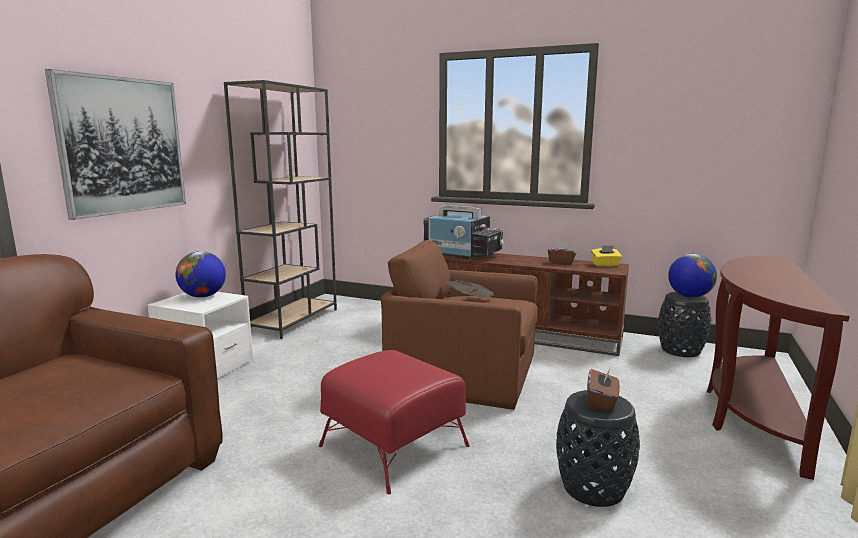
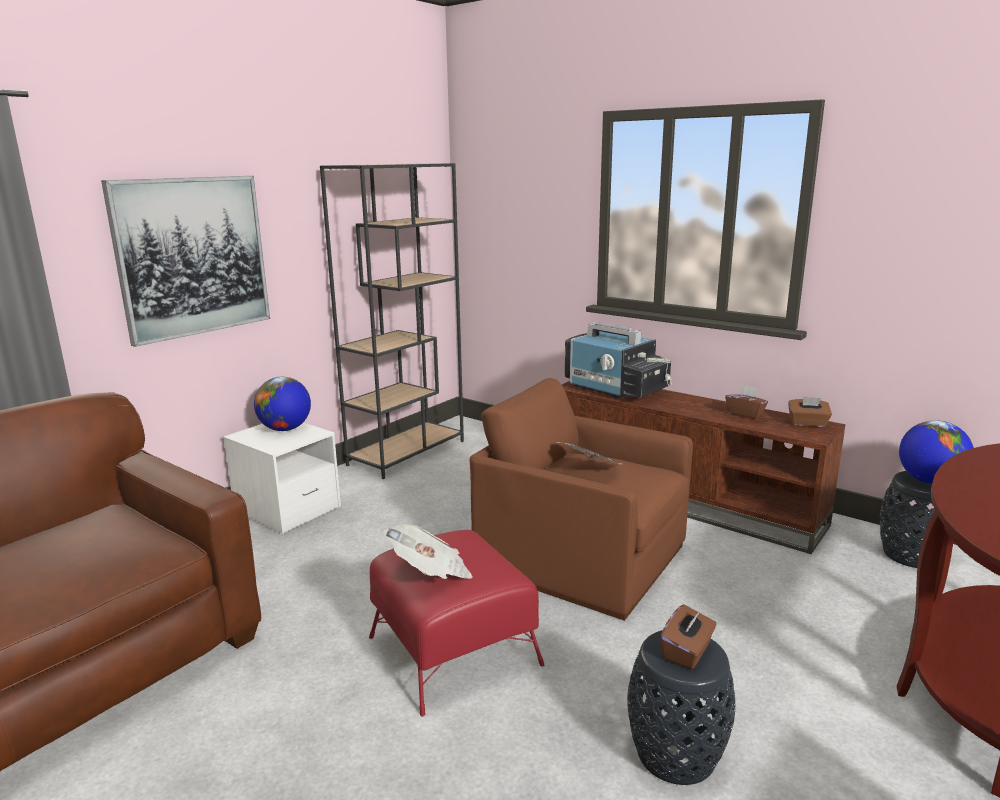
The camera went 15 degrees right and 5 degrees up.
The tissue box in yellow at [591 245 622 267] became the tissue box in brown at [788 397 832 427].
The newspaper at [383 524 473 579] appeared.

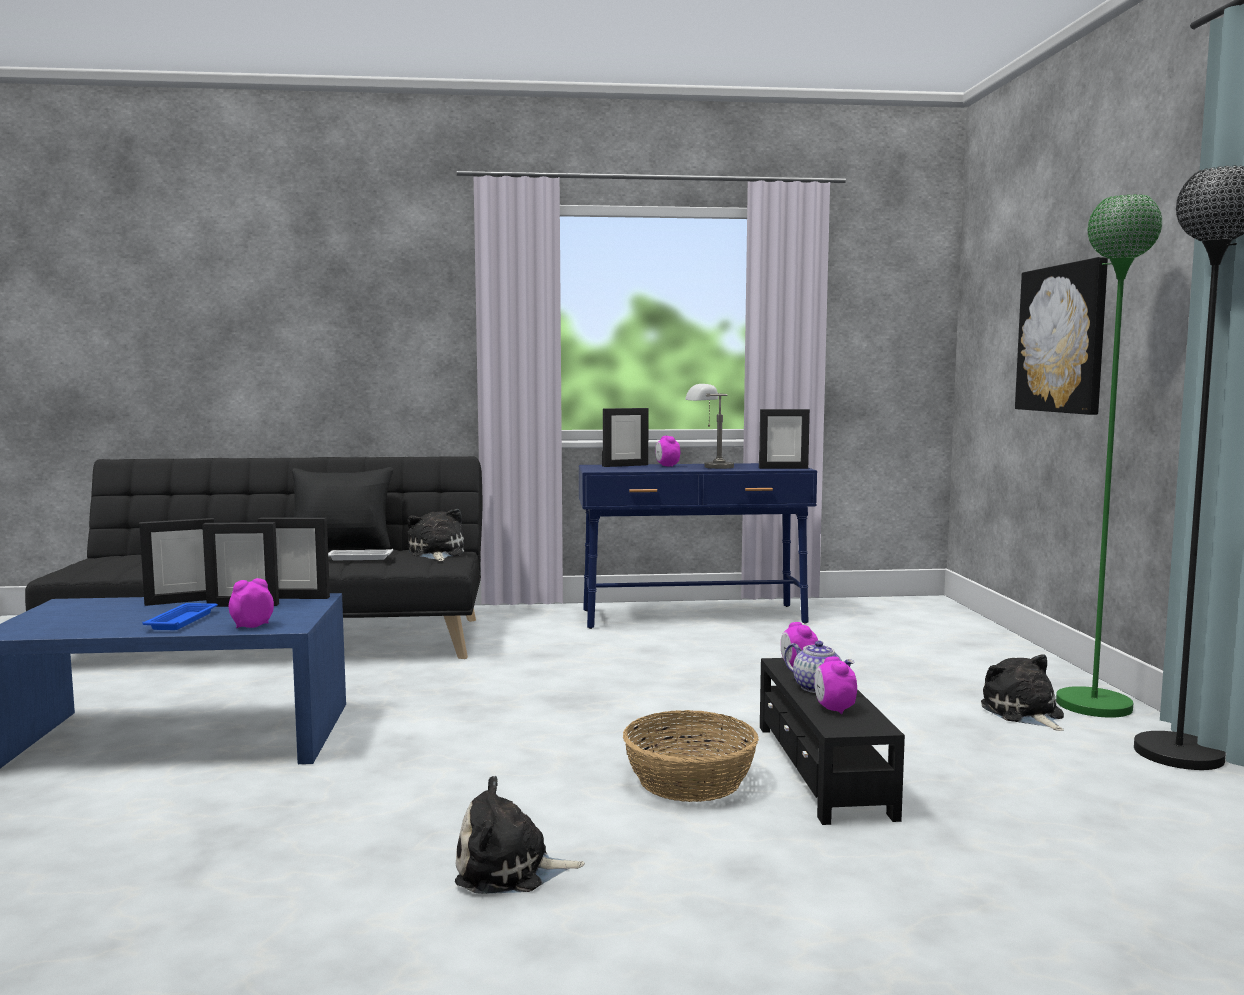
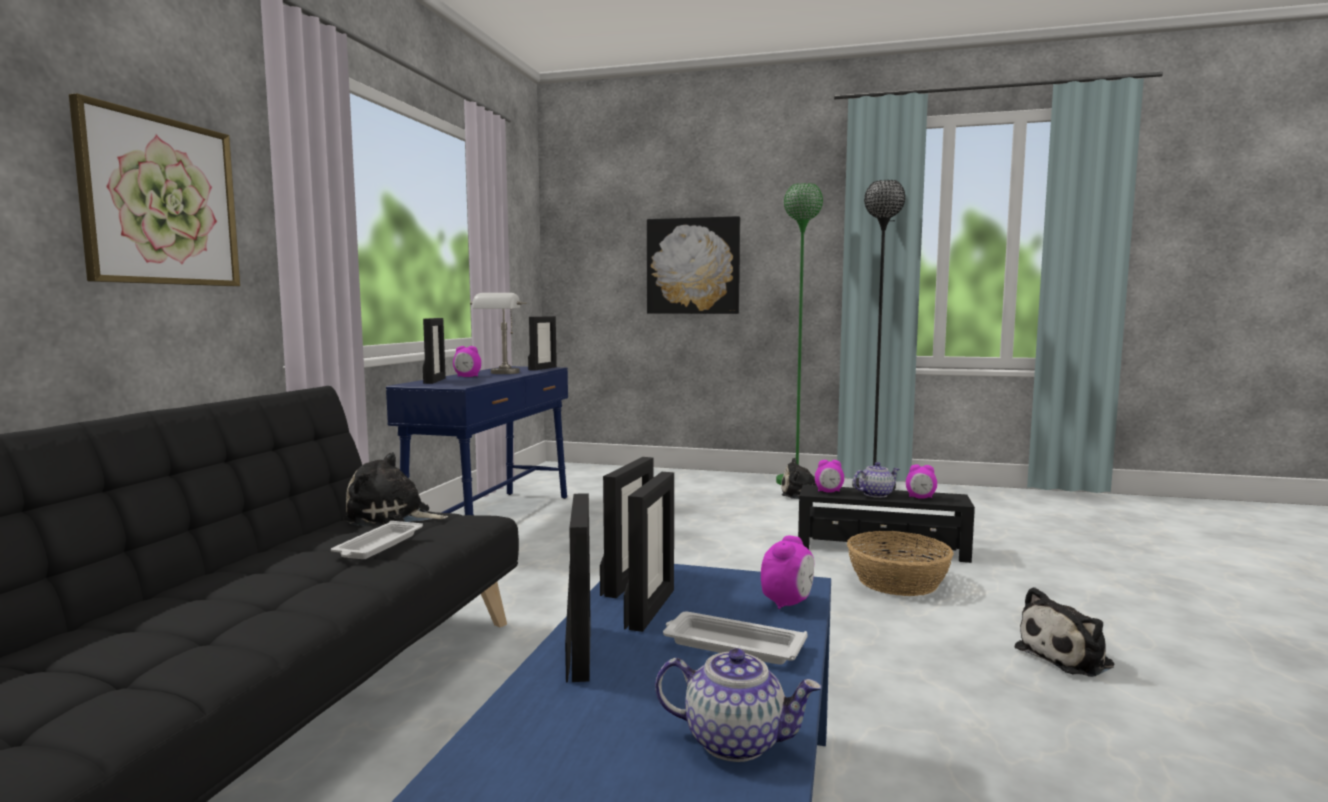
The camera went 70 degrees left and 0 degrees up.
The tray in blue at [142 603 218 630] became the tray in white at [663 612 808 665].
The alarm clock at [229 578 274 628] turned 135 degrees counterclockwise.
The pillow in black at [292 467 393 550] disappeared.
The plush toy at [455 776 585 894] turned 45 degrees clockwise.
The picture at [69 93 240 286] appeared.
The teapot at [655 648 822 762] appeared.

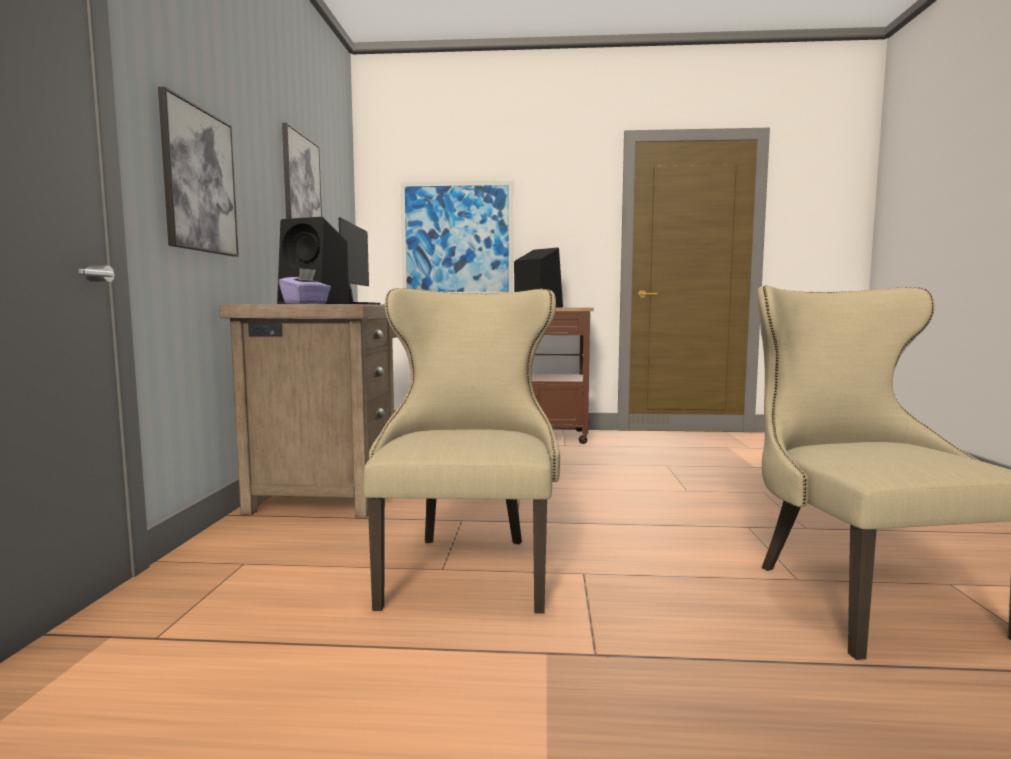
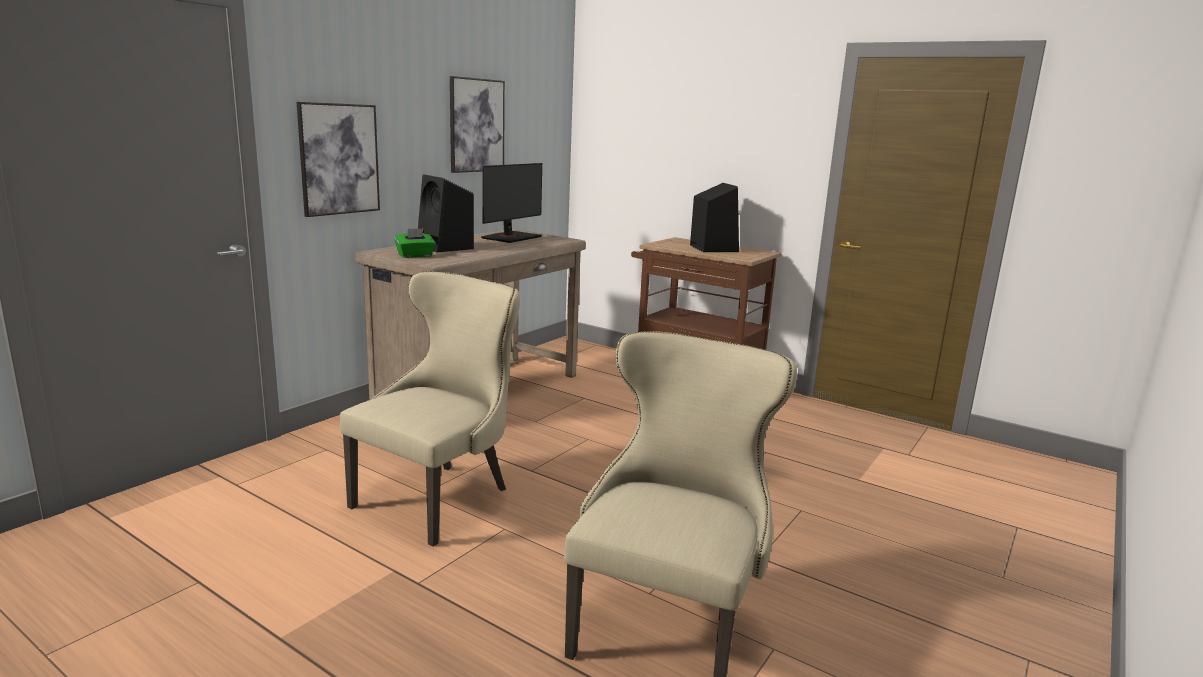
The camera went 30 degrees right and 10 degrees up.
The tissue box in purple at [279 268 331 304] became the tissue box in green at [394 228 435 258].
The picture at [400 181 513 294] disappeared.

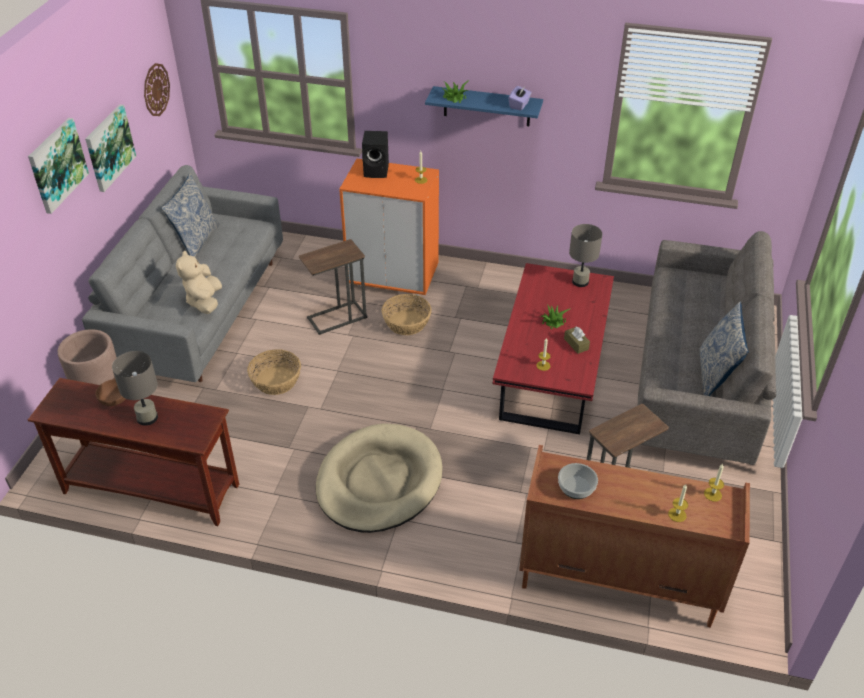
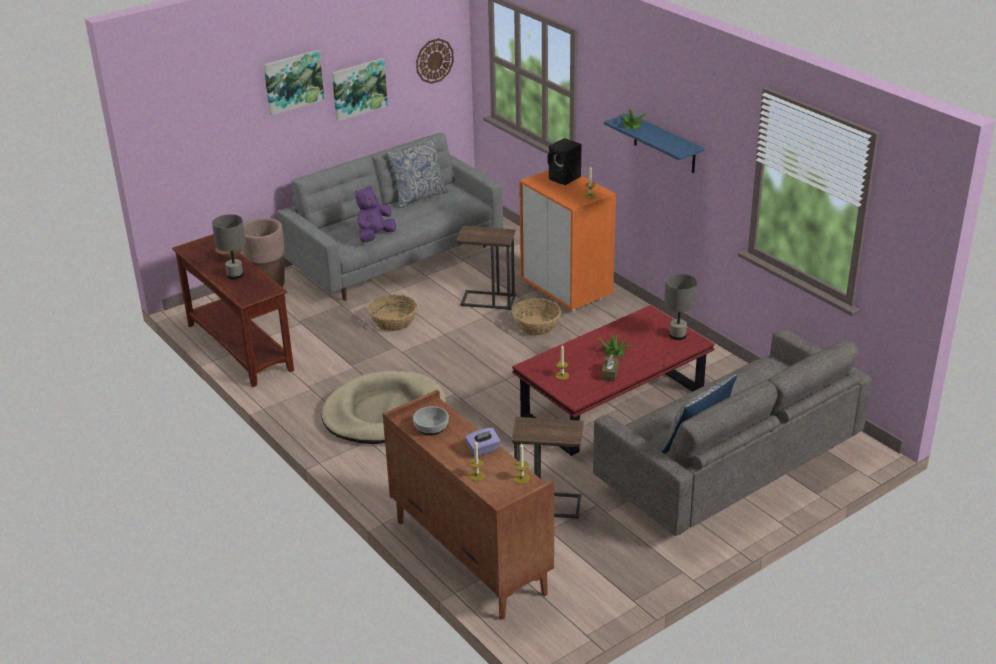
The camera went 40 degrees right and 10 degrees down.
The plush toy in beige at [176 251 222 314] became the plush toy in purple at [354 186 396 242].
The tissue box in purple moved from [509 85 532 110] to [465 428 500 456].

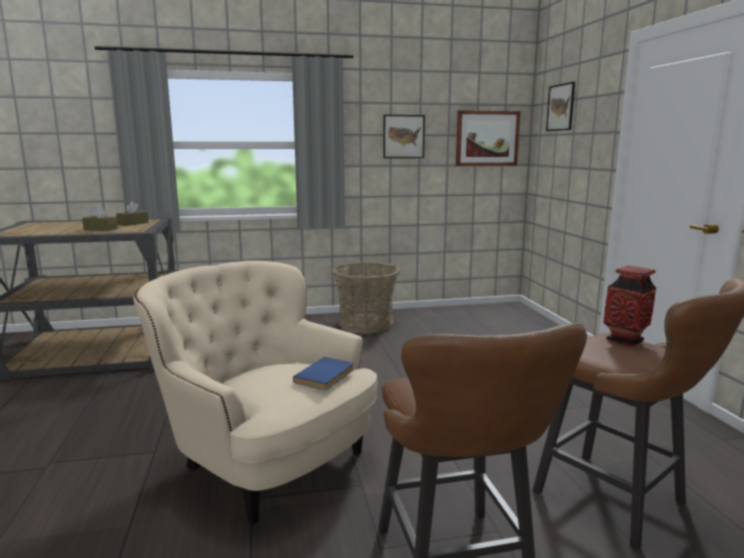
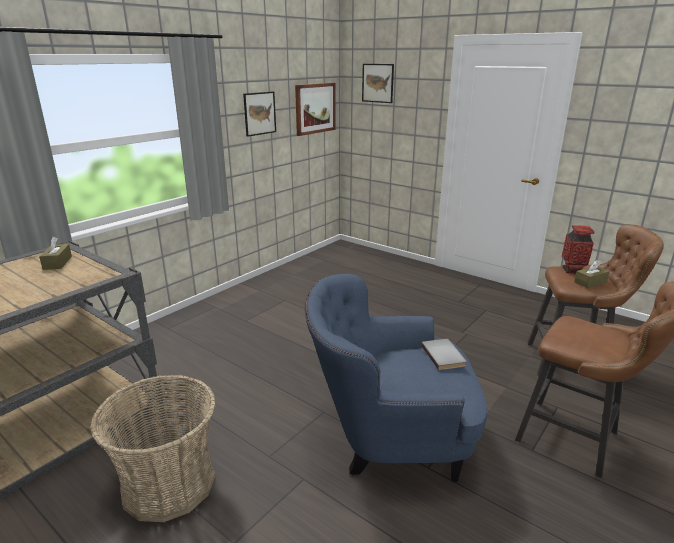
The camera went 40 degrees left and 10 degrees up.
The tissue box in brown moved from [82 205 118 231] to [574 260 610 288].
The armchair in beige at [133 261 377 524] became the armchair in blue at [305 274 487 482].
The book in blue at [293 357 354 390] became the book in grey at [421 339 466 370].
The basket moved from [332 262 400 334] to [90 375 216 522].

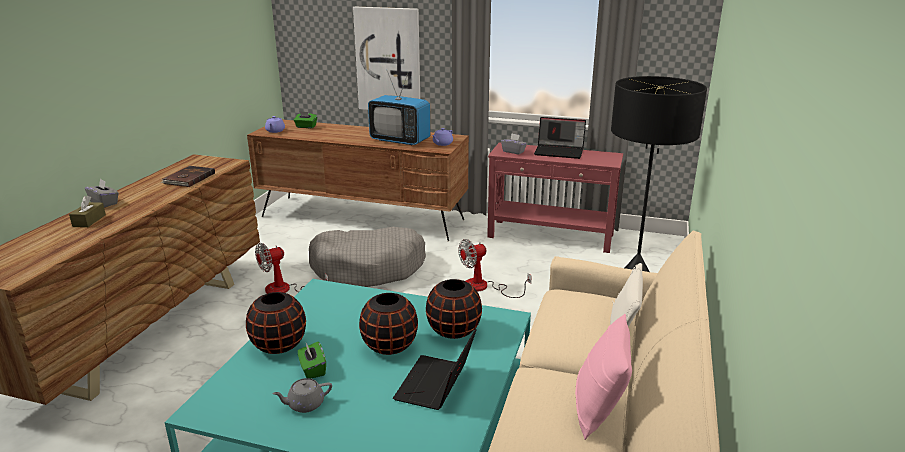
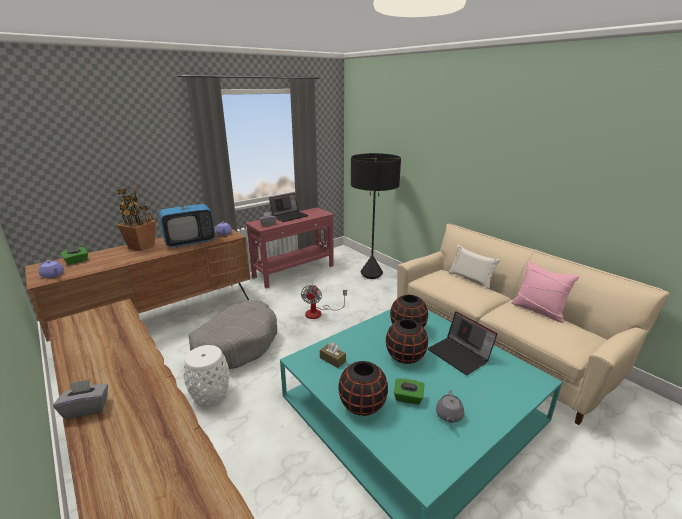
The camera went 55 degrees left and 0 degrees up.
The tissue box in brown moved from [69 196 106 227] to [320 342 346 368].
The book in brown at [161 166 215 187] disappeared.
The fan at [255 243 328 294] was replaced by the stool in white at [184 345 229 407].
The picture at [353 7 420 110] disappeared.
The potted plant at [117 186 156 251] appeared.

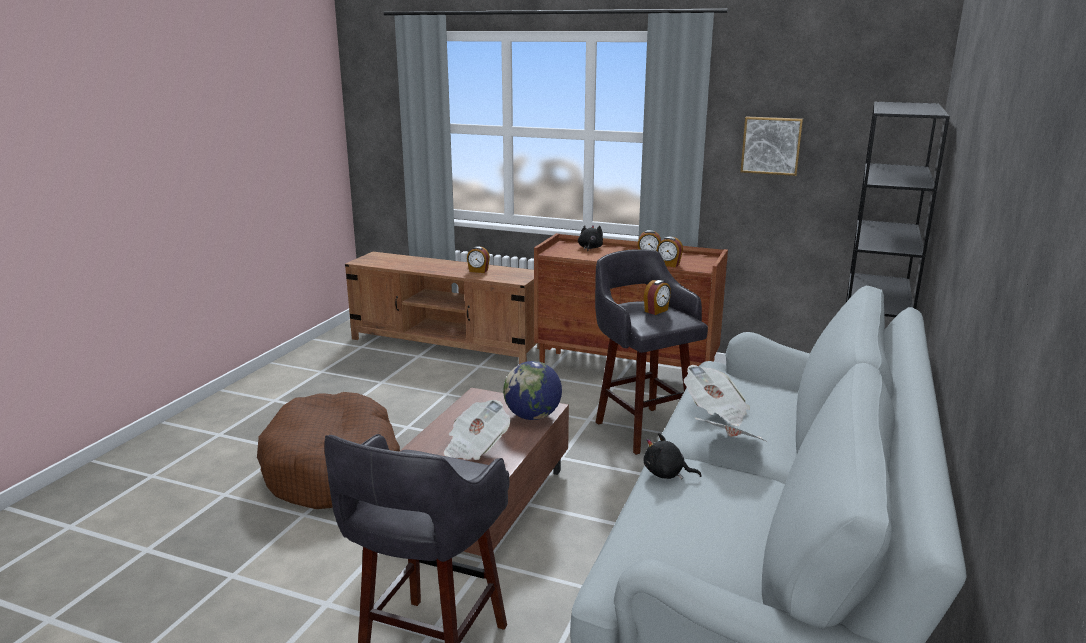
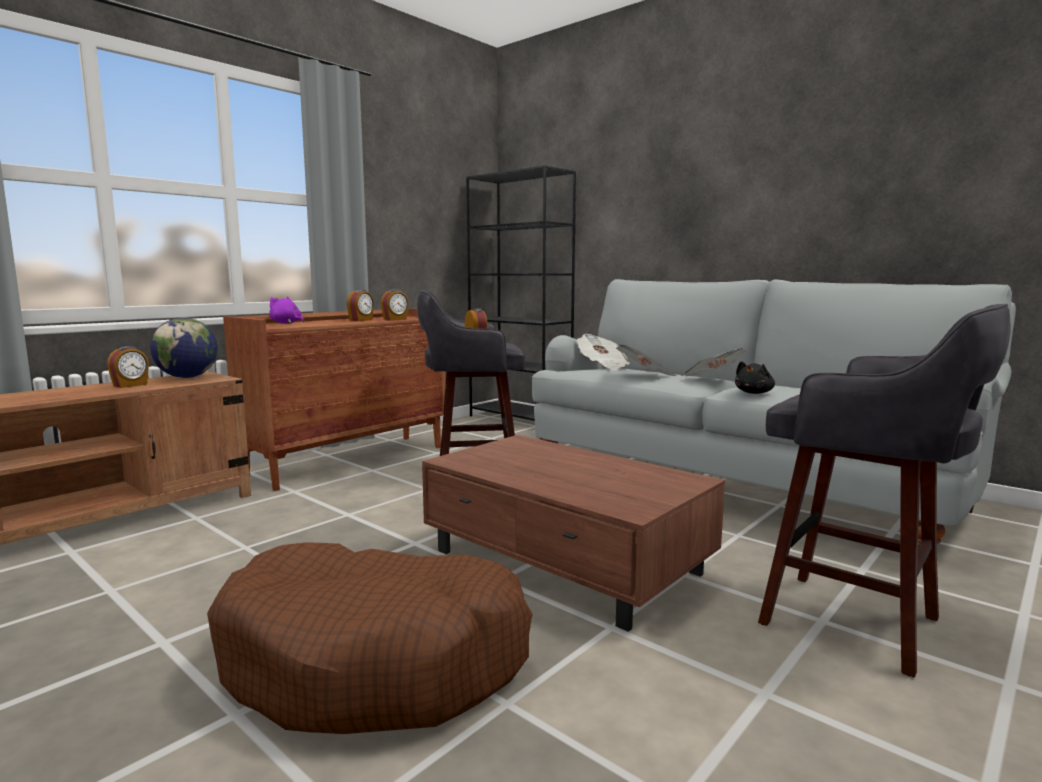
The camera went 70 degrees left and 10 degrees down.
The newspaper moved from [444 400 510 460] to [577 334 630 370].
The globe moved from [503 361 562 420] to [150 318 218 378].
The plush toy in black at [578 225 603 251] became the plush toy in purple at [269 296 304 324].
The picture at [740 117 803 176] disappeared.

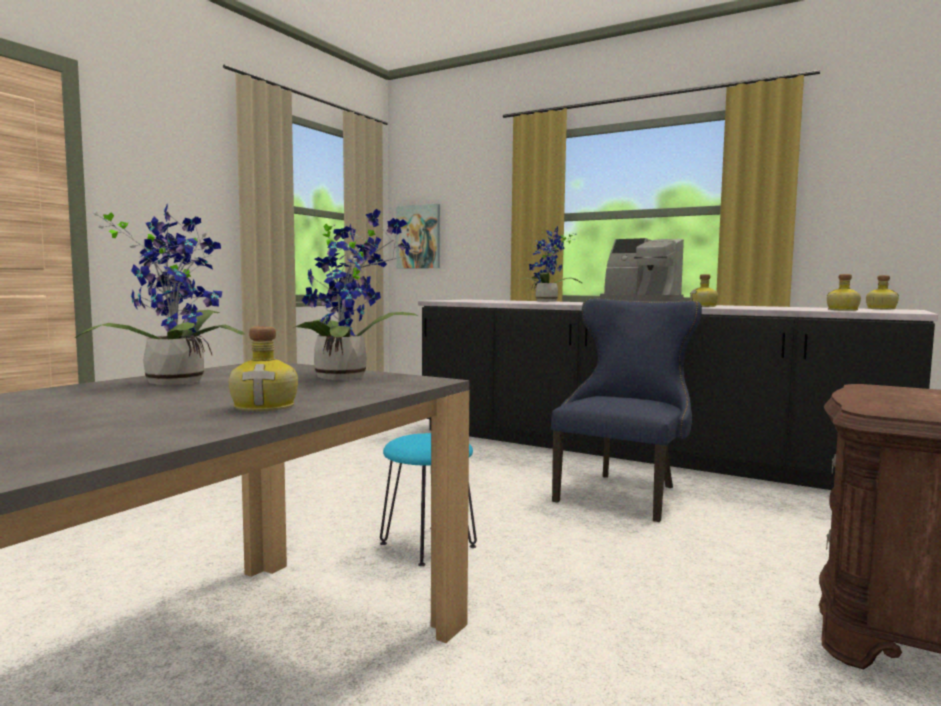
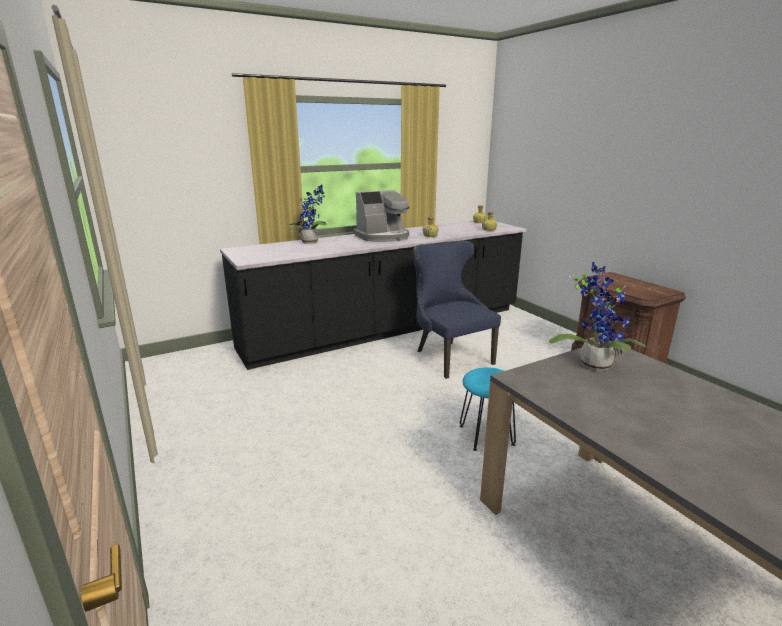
The camera went 60 degrees left and 15 degrees up.
The potted plant at [75 205 245 385] disappeared.
The bottle at [228 326 298 411] disappeared.
The picture at [396 204 440 269] disappeared.

